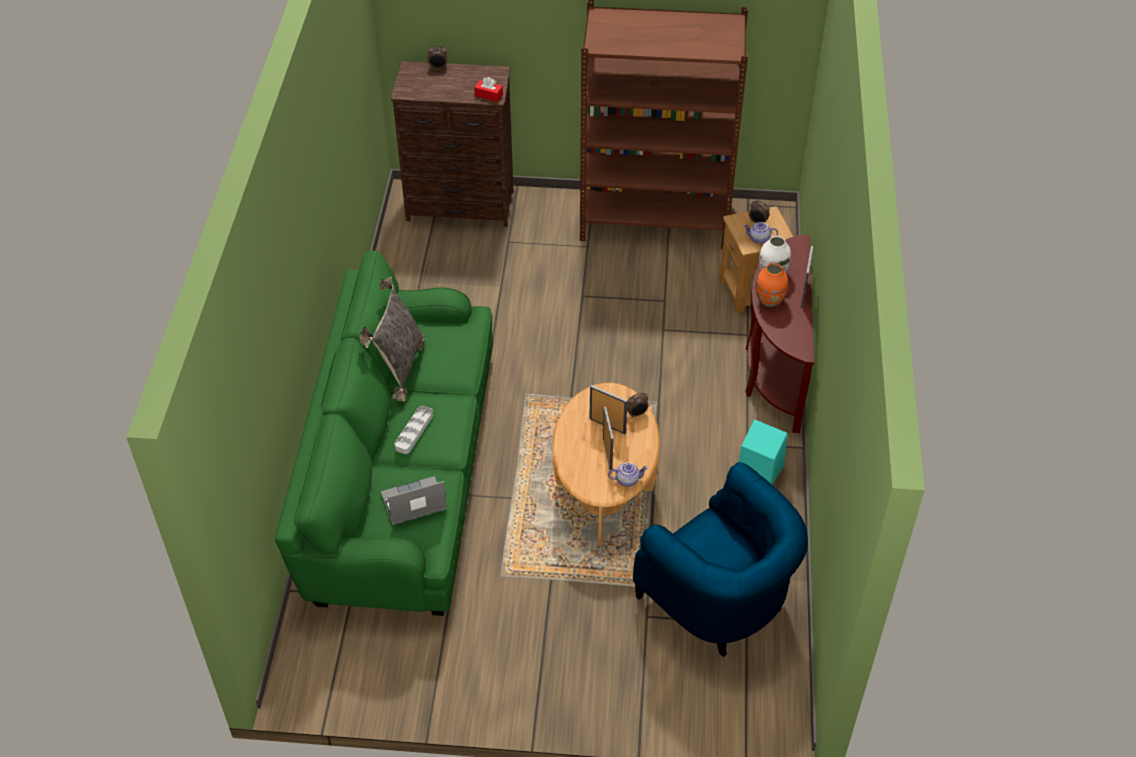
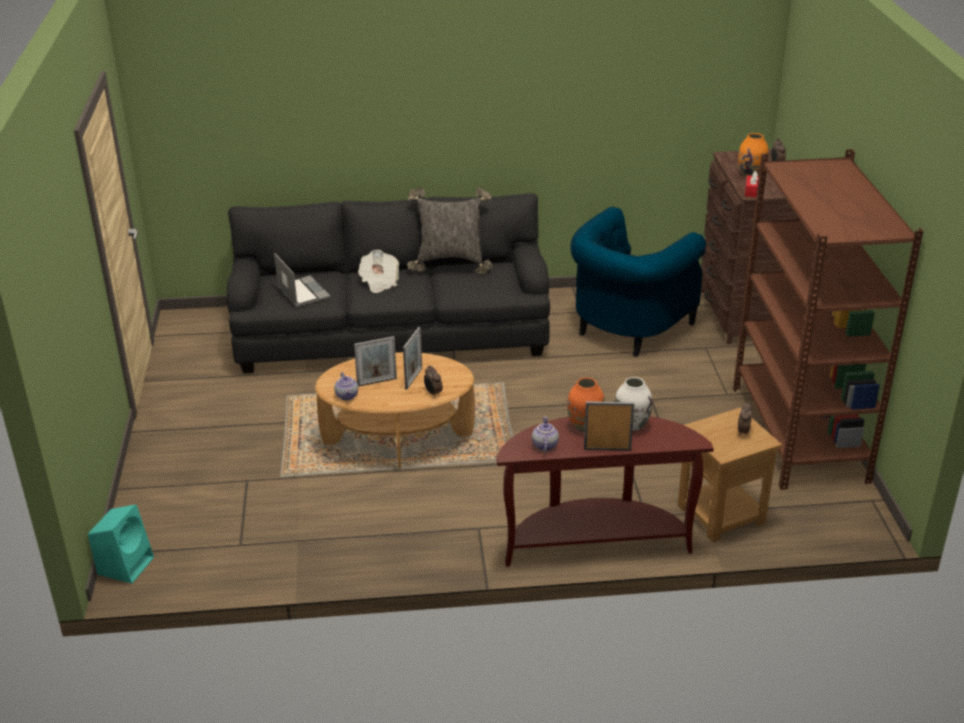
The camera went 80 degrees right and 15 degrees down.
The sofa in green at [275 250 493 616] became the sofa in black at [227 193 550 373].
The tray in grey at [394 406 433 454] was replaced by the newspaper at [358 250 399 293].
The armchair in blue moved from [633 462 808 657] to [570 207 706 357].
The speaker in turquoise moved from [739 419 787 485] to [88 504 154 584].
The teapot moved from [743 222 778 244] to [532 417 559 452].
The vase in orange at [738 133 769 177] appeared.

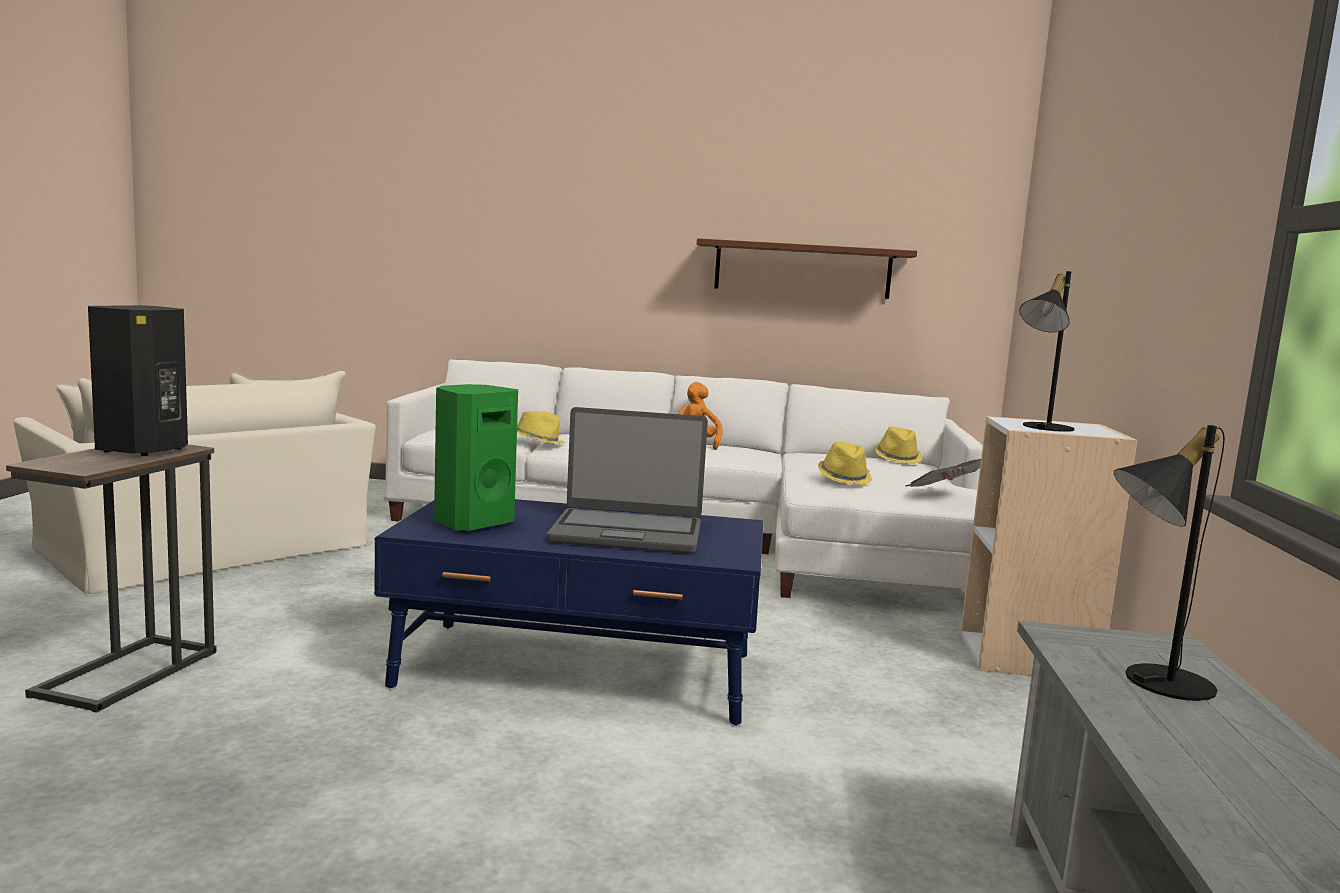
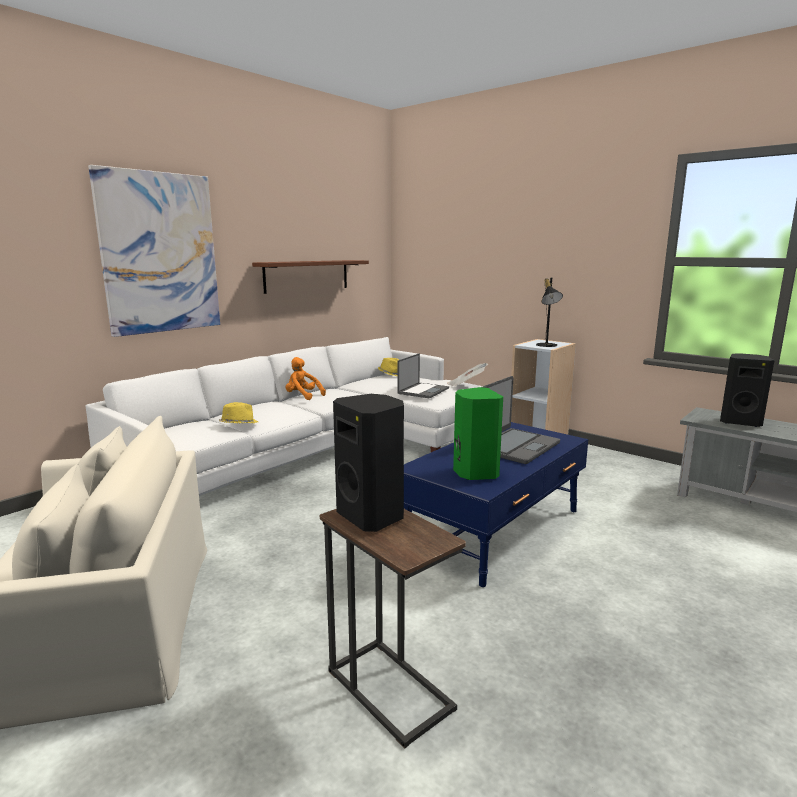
The camera went 55 degrees left and 5 degrees up.
The hat in yellow at [818 442 872 485] was replaced by the laptop at [398 353 449 398].
The table lamp in black at [1114 425 1225 701] was replaced by the speaker in black at [720 353 775 427].
The picture at [88 165 220 337] appeared.

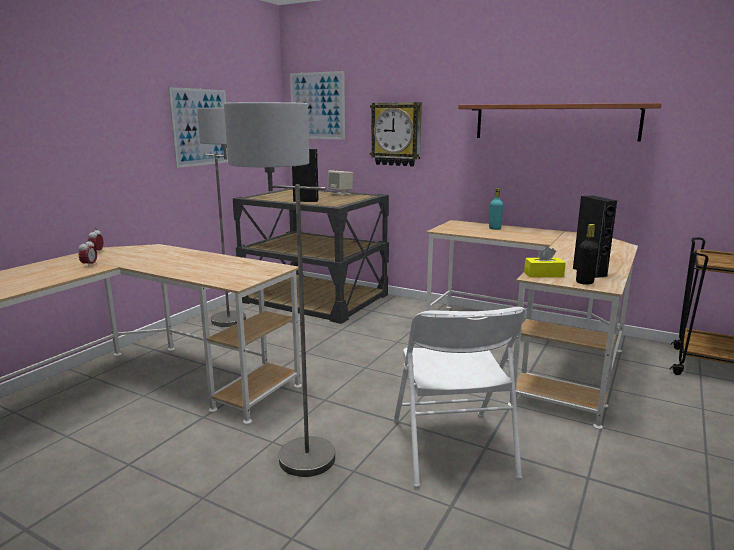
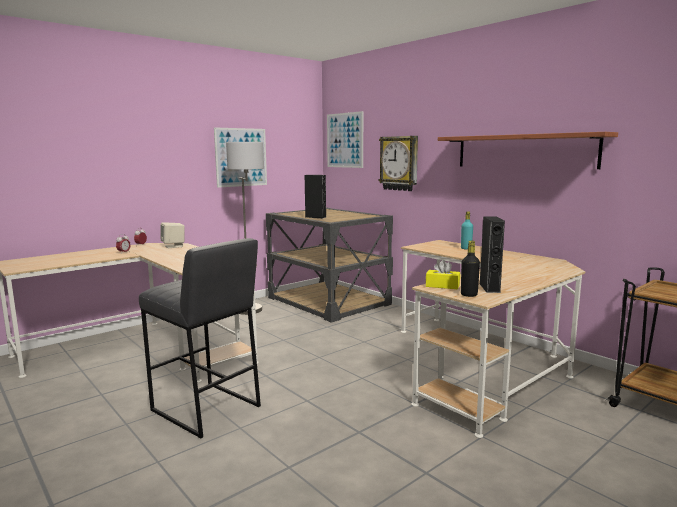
The camera went 20 degrees right and 5 degrees down.
The floor lamp in grey at [224 102 335 477] was replaced by the stool in grey at [139 238 261 438].
The speaker in beige moved from [327 170 353 195] to [160 223 185 249].
The chair in white at [393 307 526 488] disappeared.

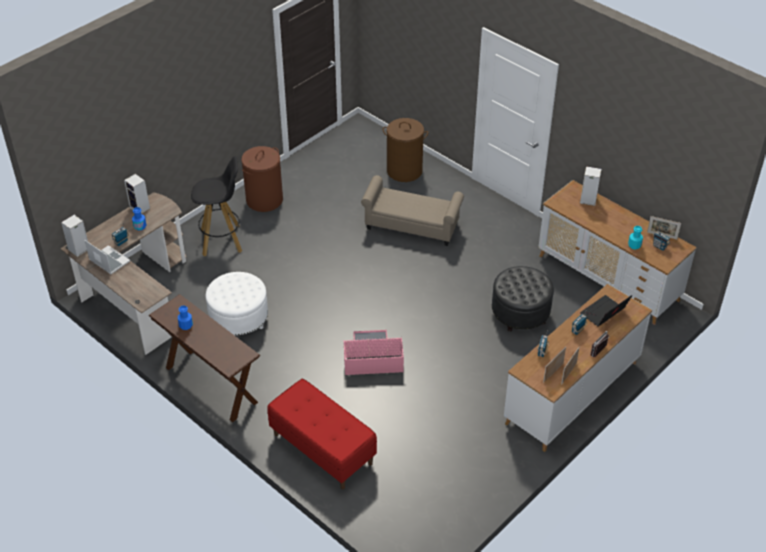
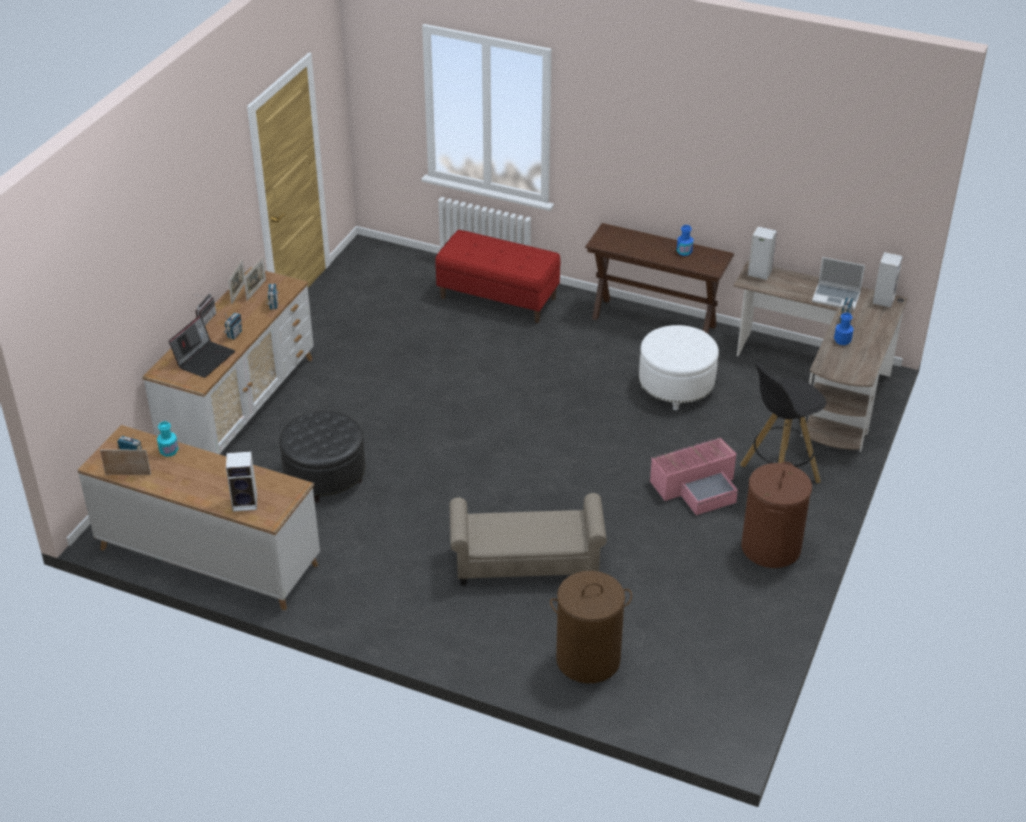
The camera went 160 degrees right and 5 degrees down.
The speaker moved from [124 174 150 214] to [748 226 777 280].
The storage box in pink moved from [344 330 404 375] to [650 437 738 515].

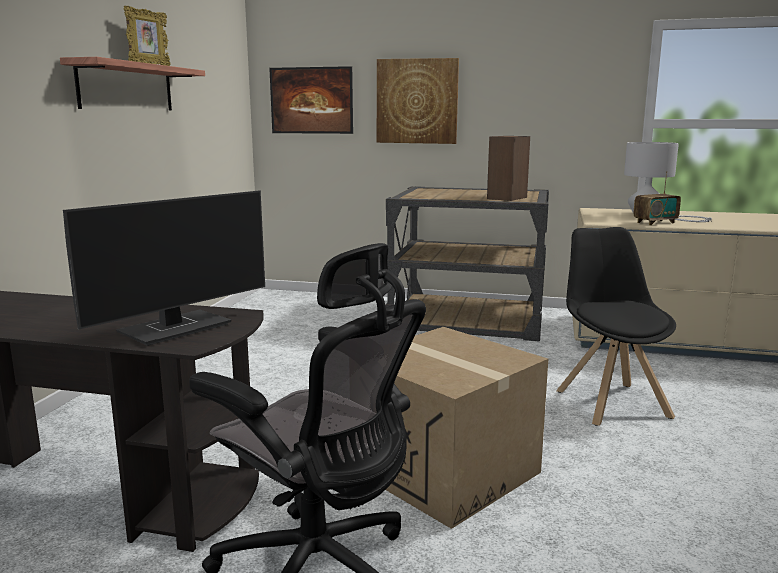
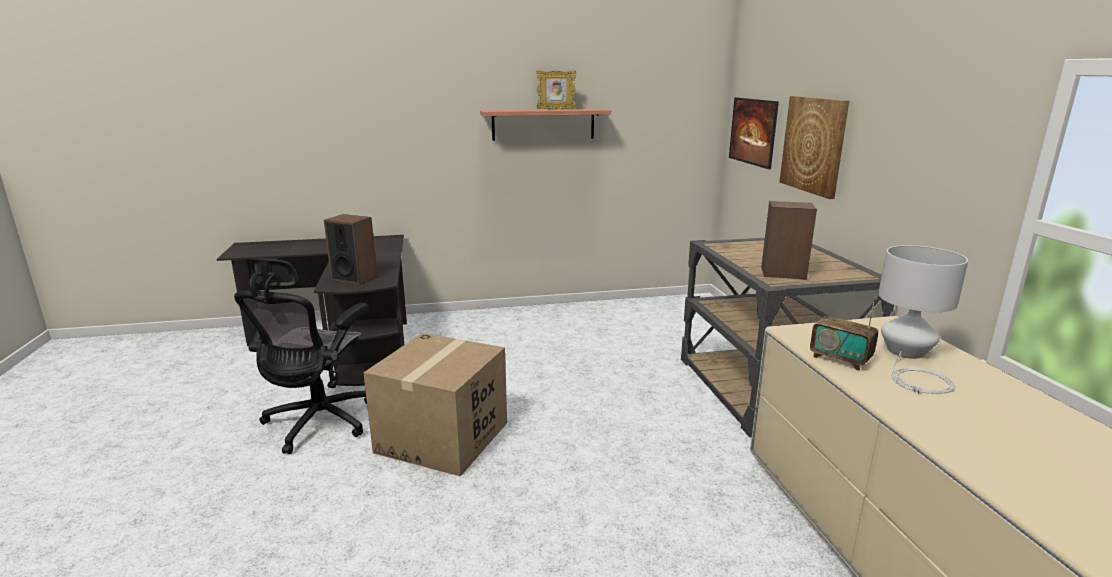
The camera went 65 degrees right and 5 degrees up.
The monitor at [63 191 265 346] was replaced by the speaker at [324 214 378 285].
The chair in black at [556 227 676 426] disappeared.

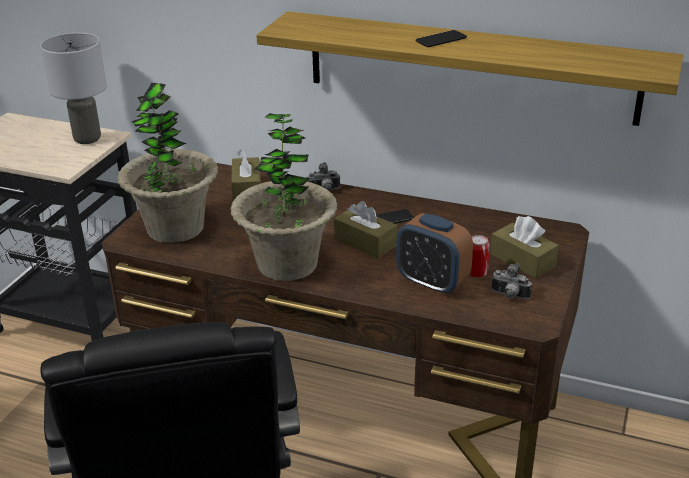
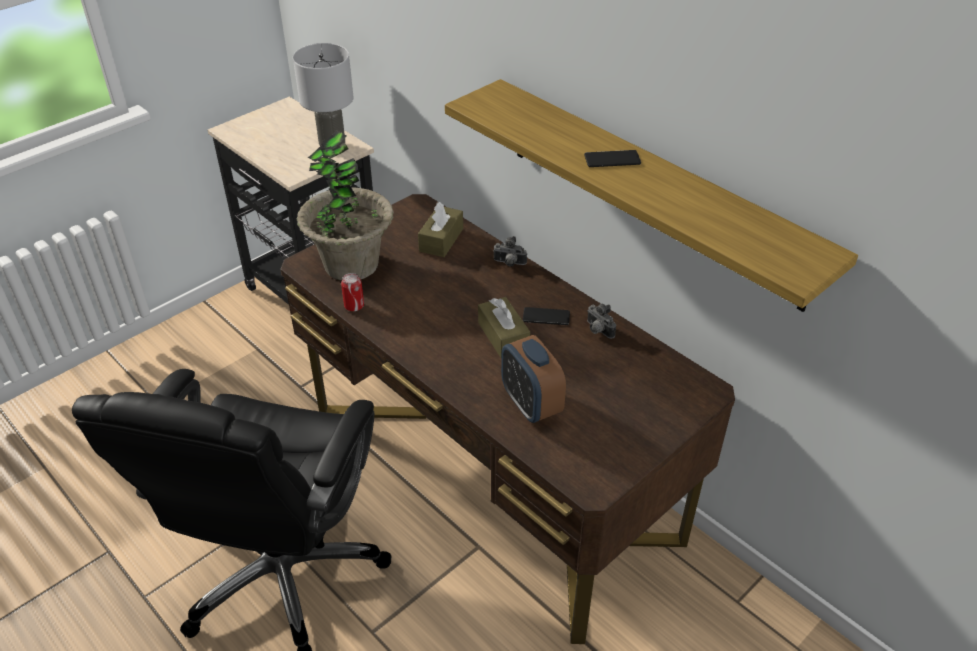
The camera went 25 degrees right and 10 degrees up.
The potted plant at [231 113 338 281] disappeared.
The can moved from [469 235 490 278] to [341 273 364 311].
The tissue box in brown at [491 216 559 278] disappeared.
The photo camera moved from [492 263 532 299] to [587 303 616 339].

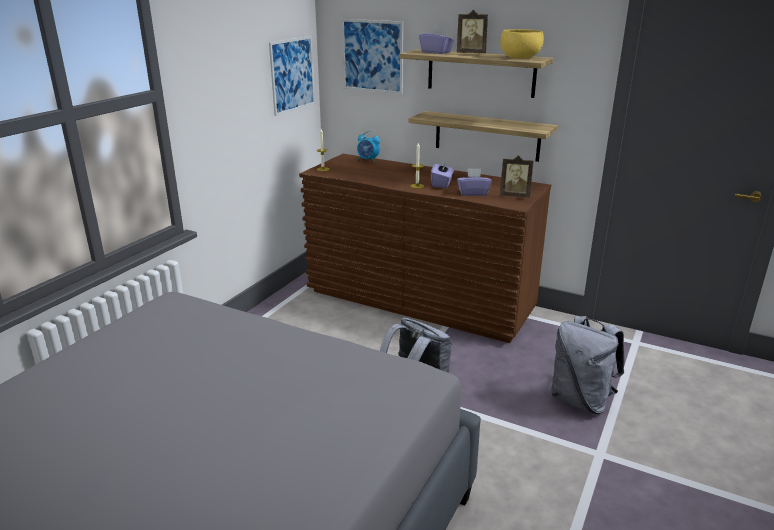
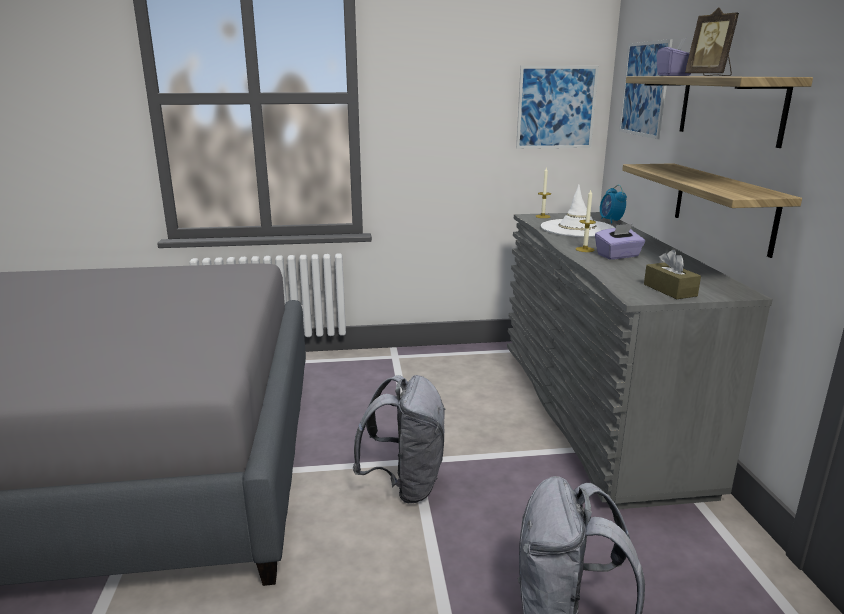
The camera went 55 degrees right and 5 degrees down.
The dresser in brown at [299 154 551 343] became the dresser in grey at [507 212 773 509].
The tissue box in purple at [457 168 492 196] disappeared.
The bowl in yellow at [500 29 544 59] disappeared.
The picture frame at [500 155 534 198] was replaced by the tissue box in brown at [644 250 701 299].
The hat in white at [541 185 615 237] appeared.

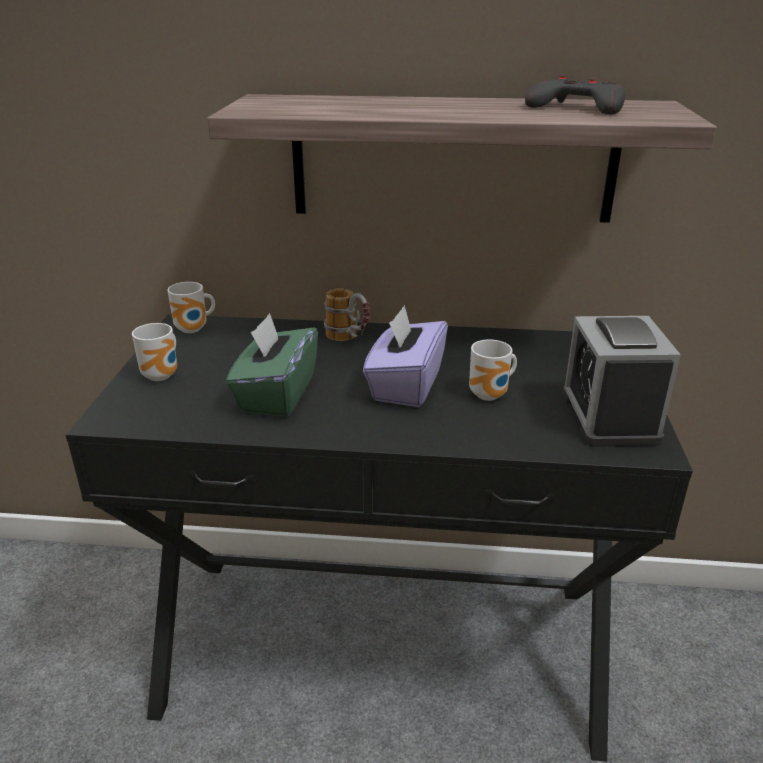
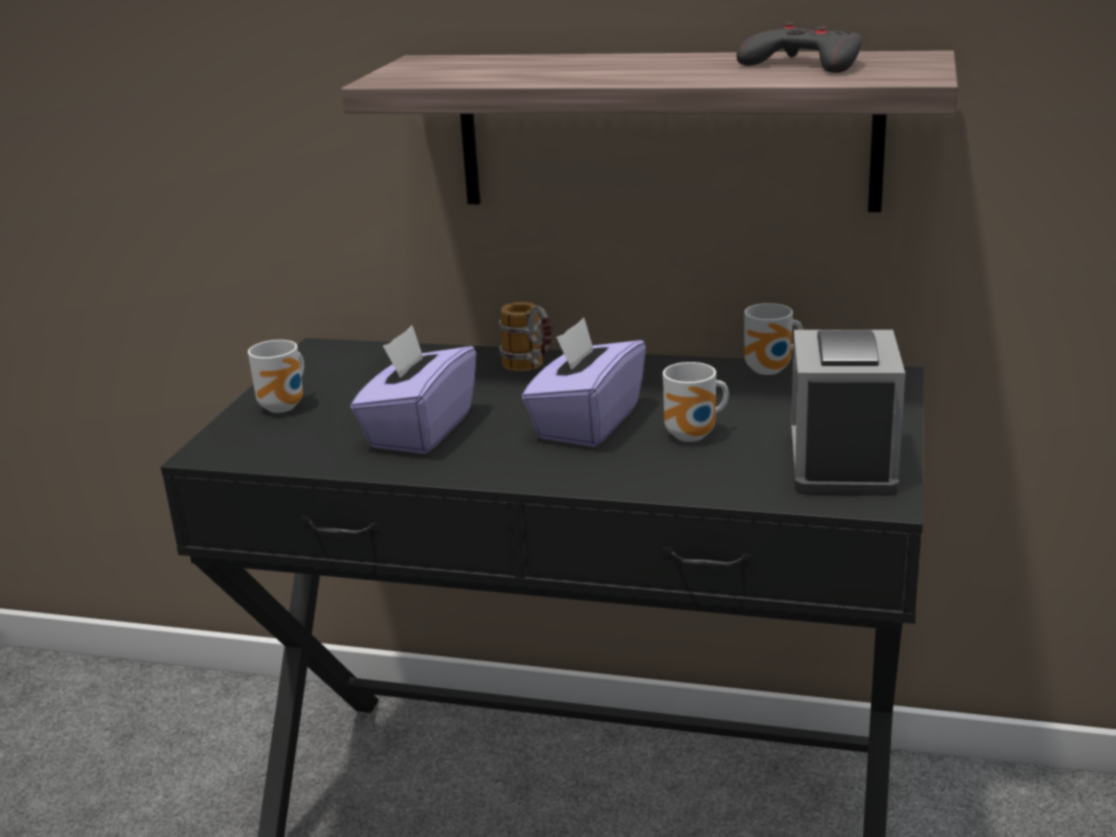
The camera went 10 degrees right and 5 degrees down.
The mug moved from [167 282 215 333] to [744 303 803 375].
The tissue box in green at [226 313 318 417] became the tissue box in purple at [351 325 476 454].

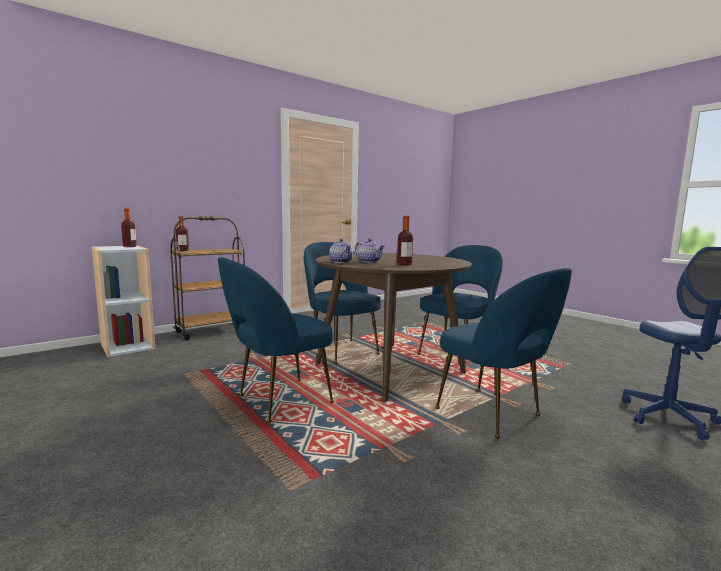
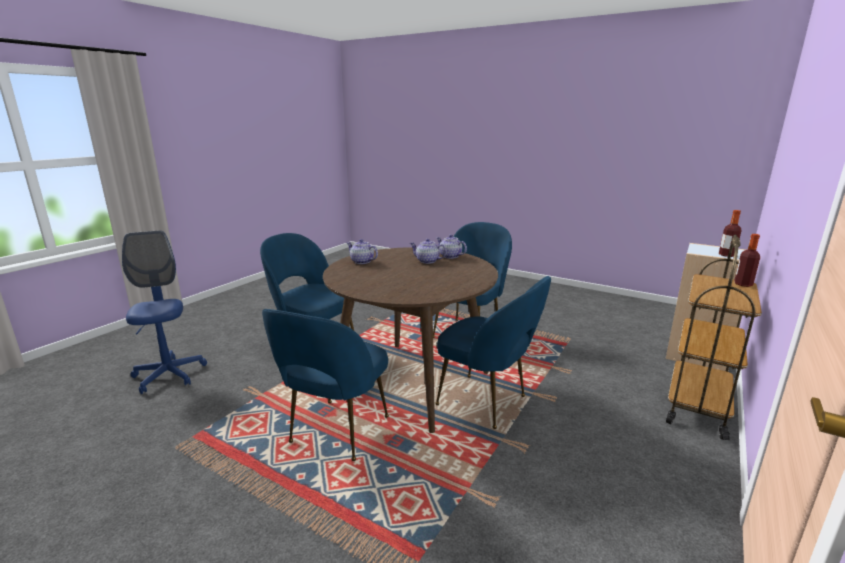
The camera went 160 degrees right and 10 degrees up.
The bottle at [397 216 413 265] disappeared.
The teapot at [347 239 378 264] appeared.

